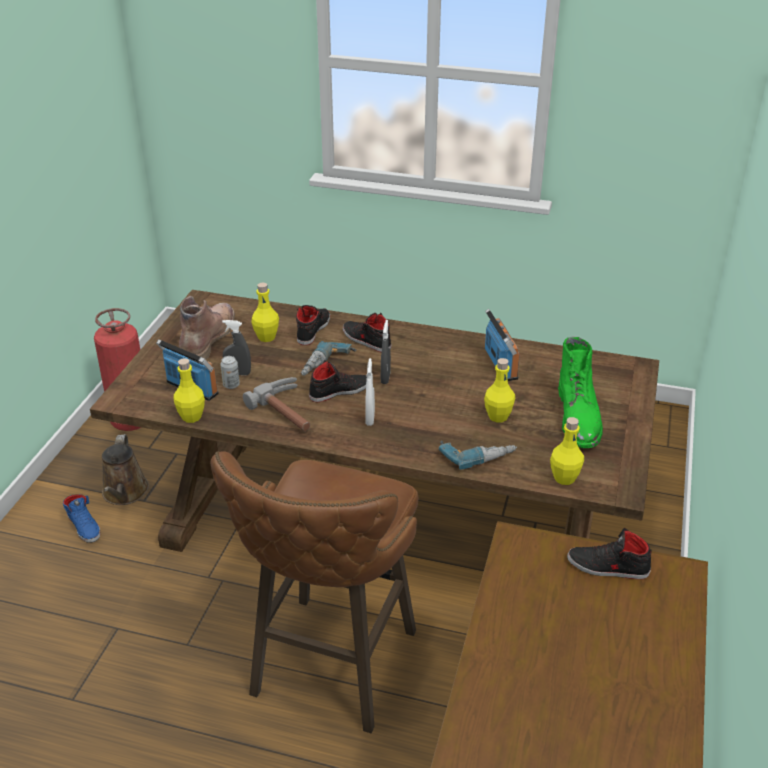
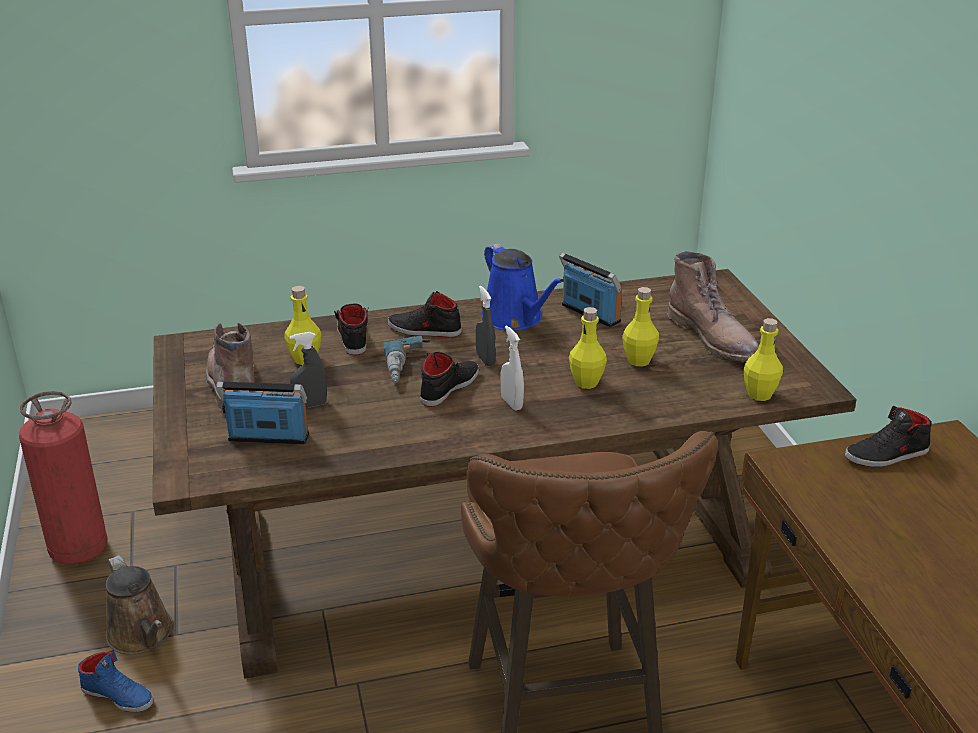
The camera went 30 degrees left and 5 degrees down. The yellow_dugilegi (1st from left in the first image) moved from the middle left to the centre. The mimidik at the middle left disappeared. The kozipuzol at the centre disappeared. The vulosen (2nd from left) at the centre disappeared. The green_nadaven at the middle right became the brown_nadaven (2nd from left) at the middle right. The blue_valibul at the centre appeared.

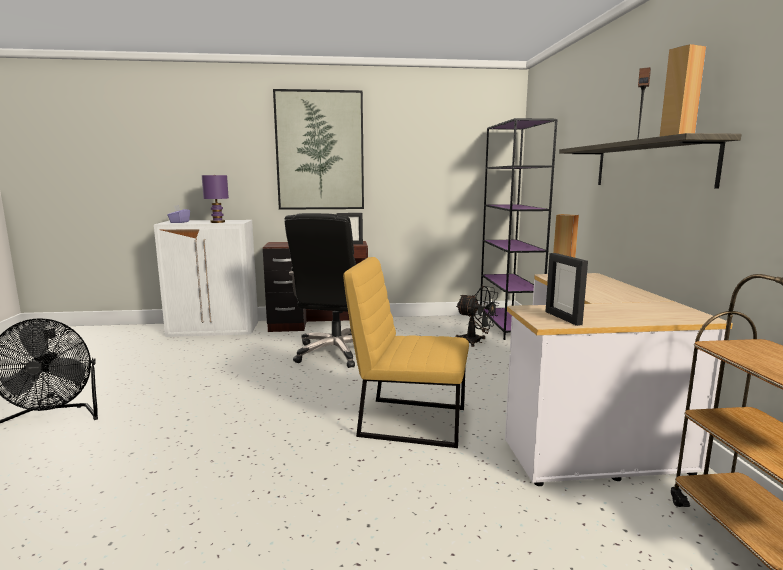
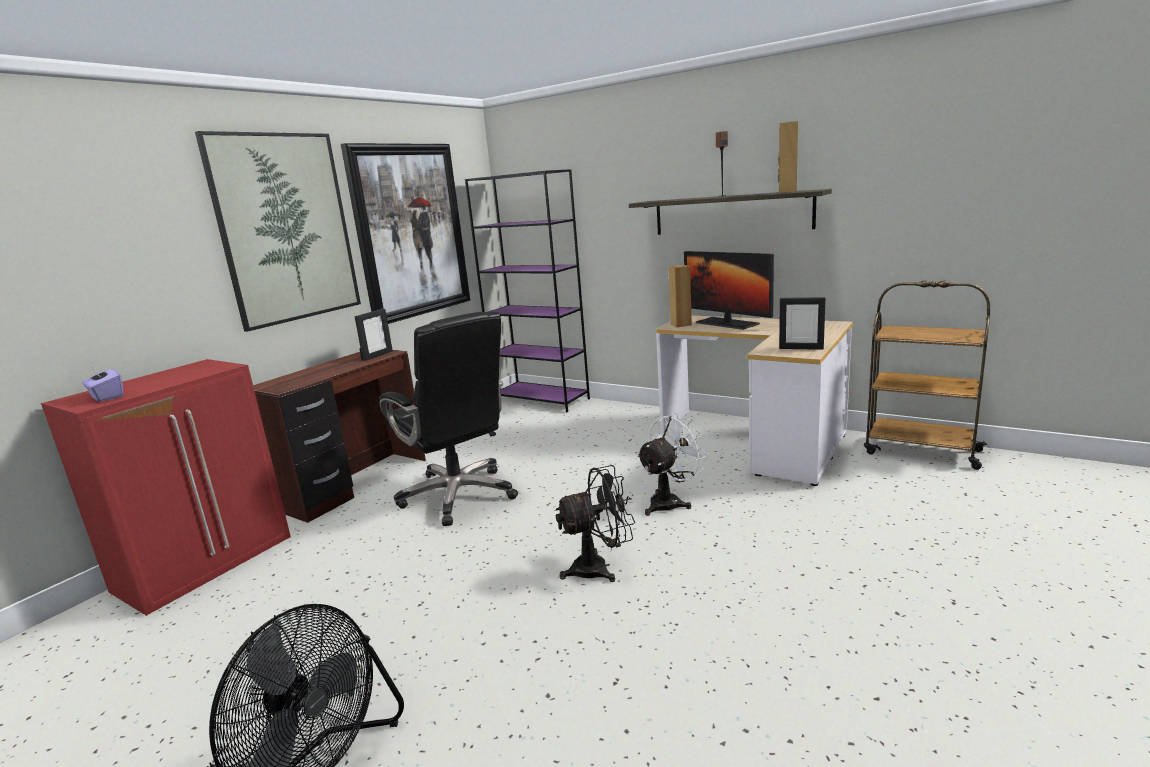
The camera went 50 degrees left and 5 degrees up. The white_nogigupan at the middle left became the red_nogigupan at the middle left. The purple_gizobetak at the middle left disappeared. The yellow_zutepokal at the centre was replaced by the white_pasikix at the centre. The black_pasikix (2nd from left) moved from the centre to the bottom centre. The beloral (2nd from left) at the top centre appeared. The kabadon at the centre appeared.

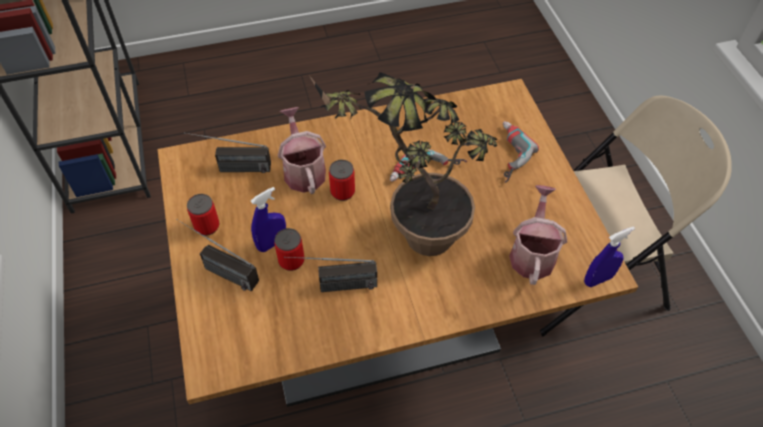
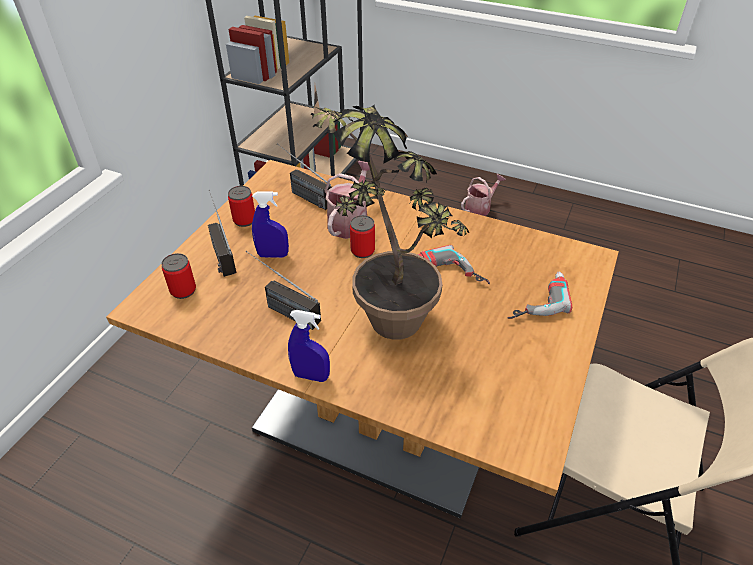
The camera went 40 degrees right and 10 degrees down. The mimidik (2nd from left in the first image) moved from the centre to the middle left. The valibul (2nd from left) moved from the middle right to the centre. The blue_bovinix (2nd from left) moved from the middle right to the centre.

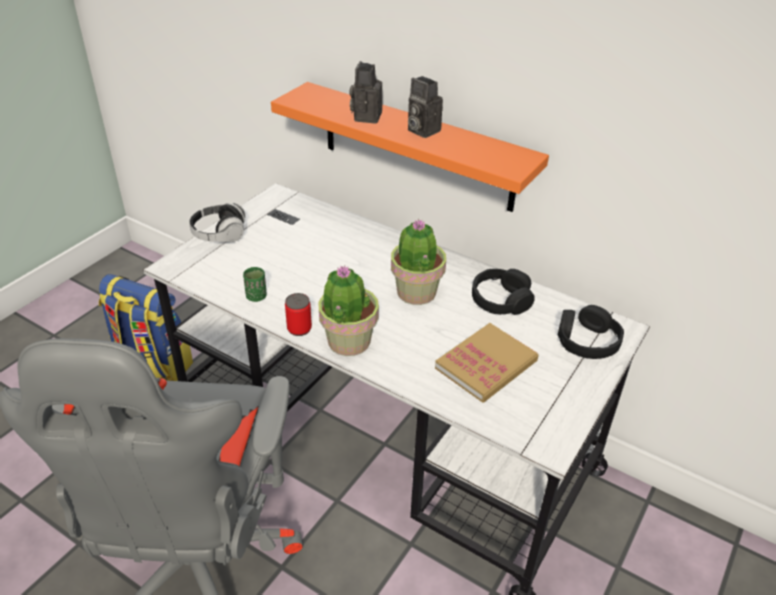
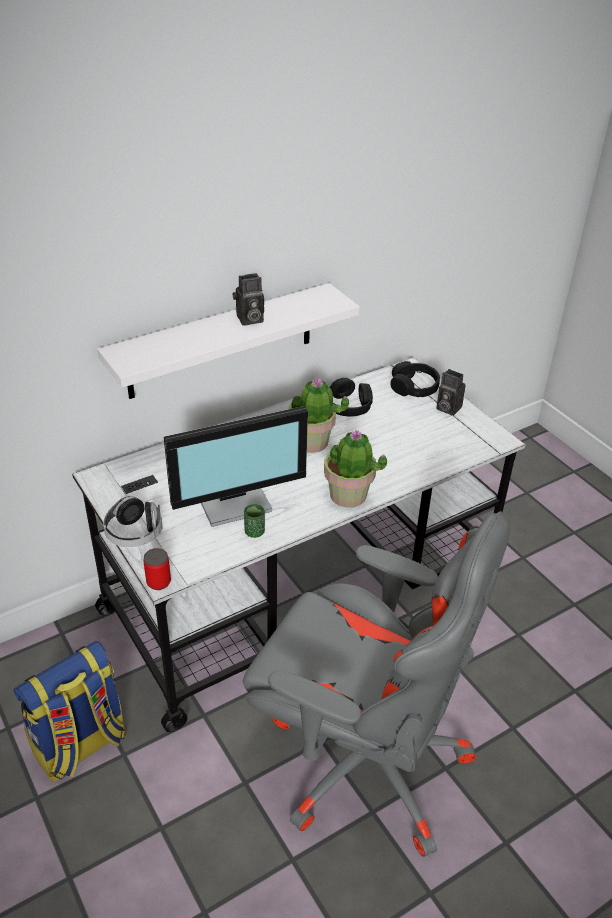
The camera went 65 degrees left and 0 degrees up. The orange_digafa at the top centre became the white_digafa at the centre. The mimidik moved from the centre to the middle left. The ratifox (1st from left in the first image) moved from the top centre to the middle right. The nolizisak at the centre disappeared. The kabadon at the centre appeared.

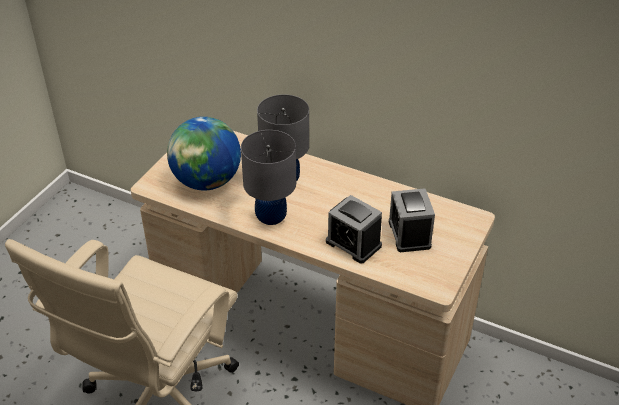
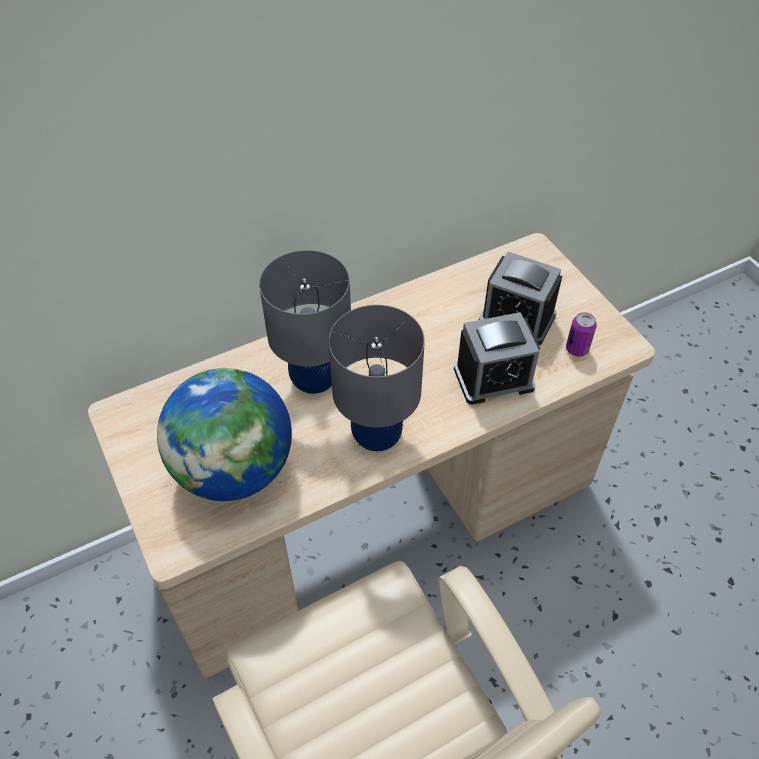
The camera went 55 degrees left and 10 degrees up. The mimidik at the middle right appeared.

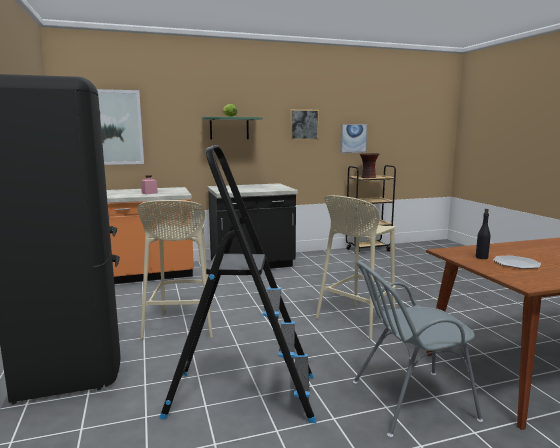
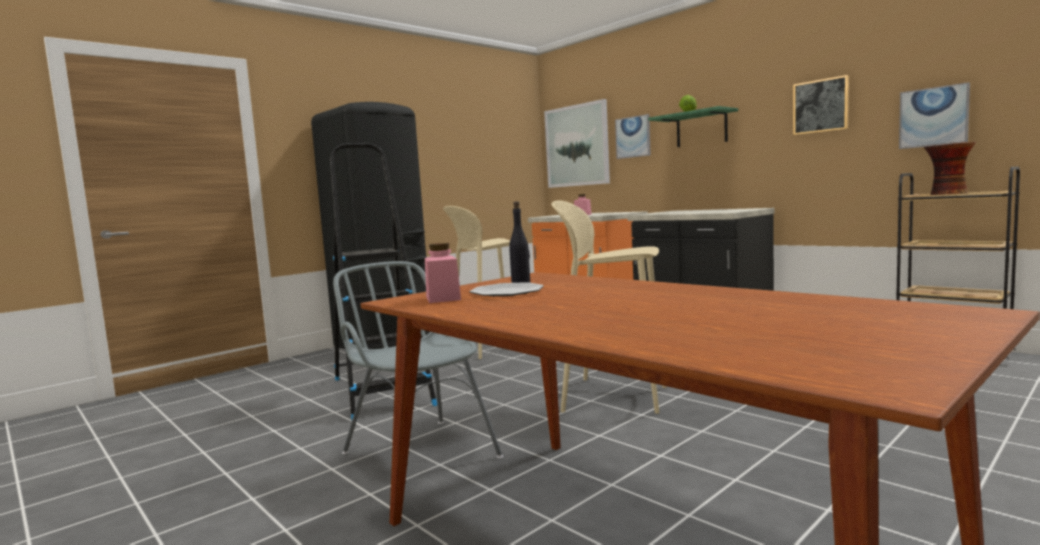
The camera went 65 degrees right and 5 degrees down. The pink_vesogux (1st from left) at the centre appeared. The beloral (2nd from left) at the top centre appeared.

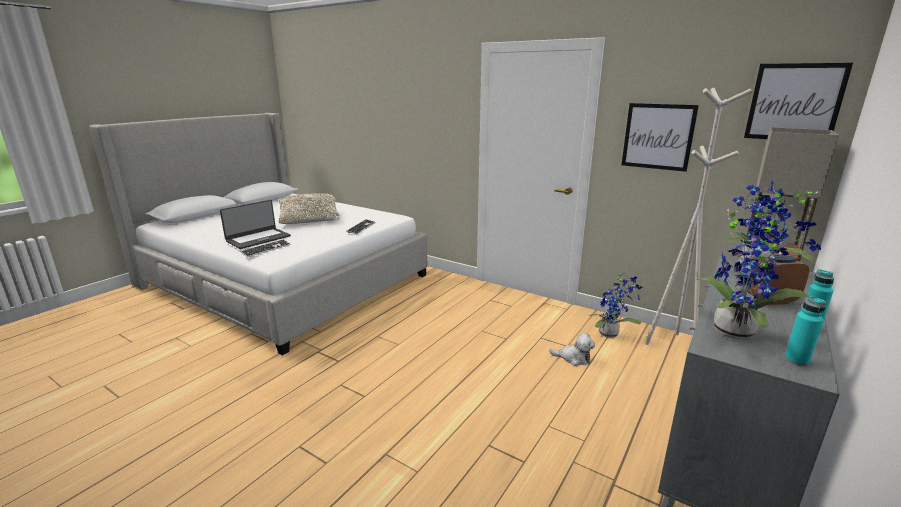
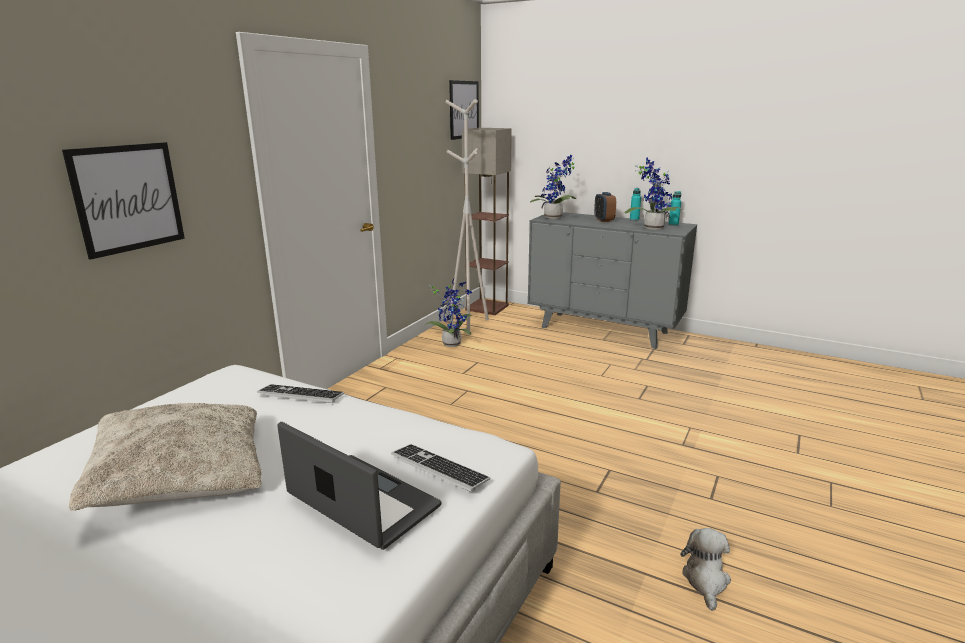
The camera went 95 degrees left and 0 degrees up. The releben moved from the bottom centre to the bottom right. The beloral (1st from left) moved from the top right to the top left.

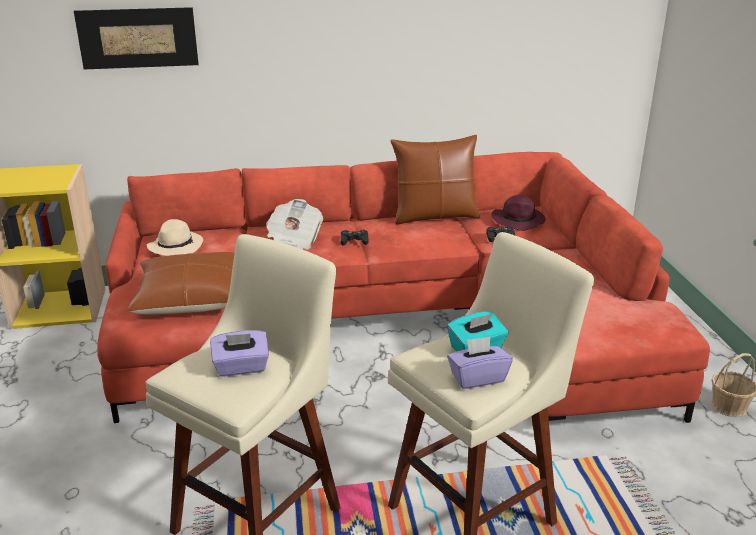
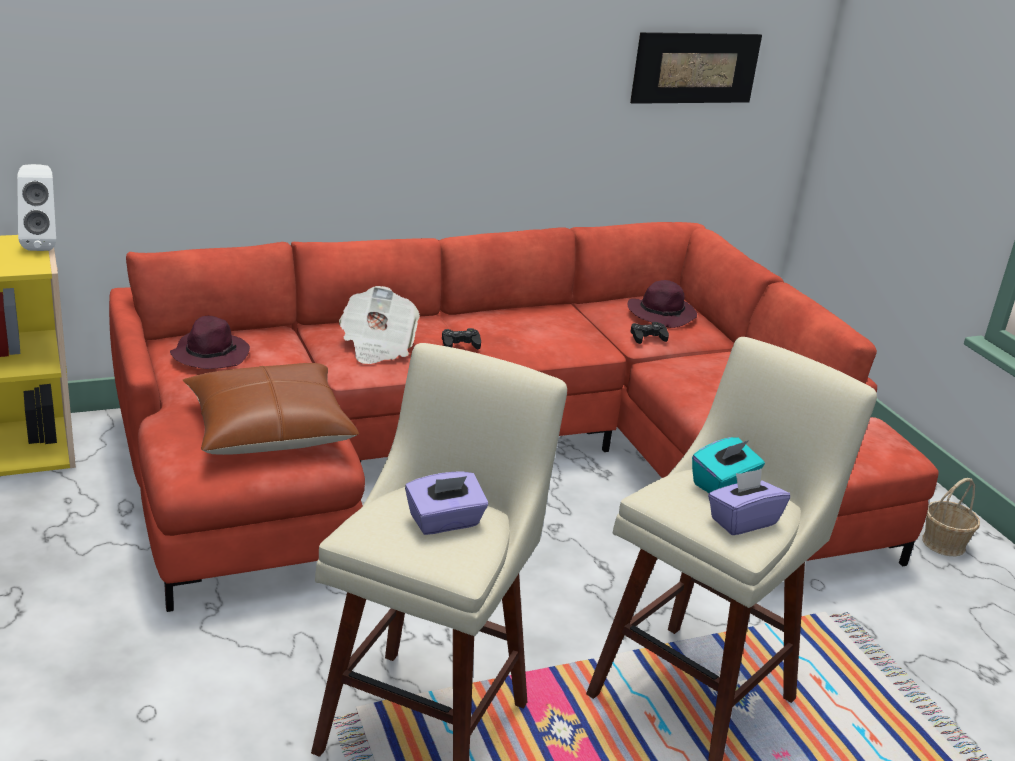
The camera went 15 degrees left and 0 degrees up. The beloral moved from the top left to the top right. The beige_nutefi at the middle left became the purple_nutefi (1st from left) at the middle left. The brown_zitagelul (2nd from left) at the centre disappeared. The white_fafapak at the top left appeared.

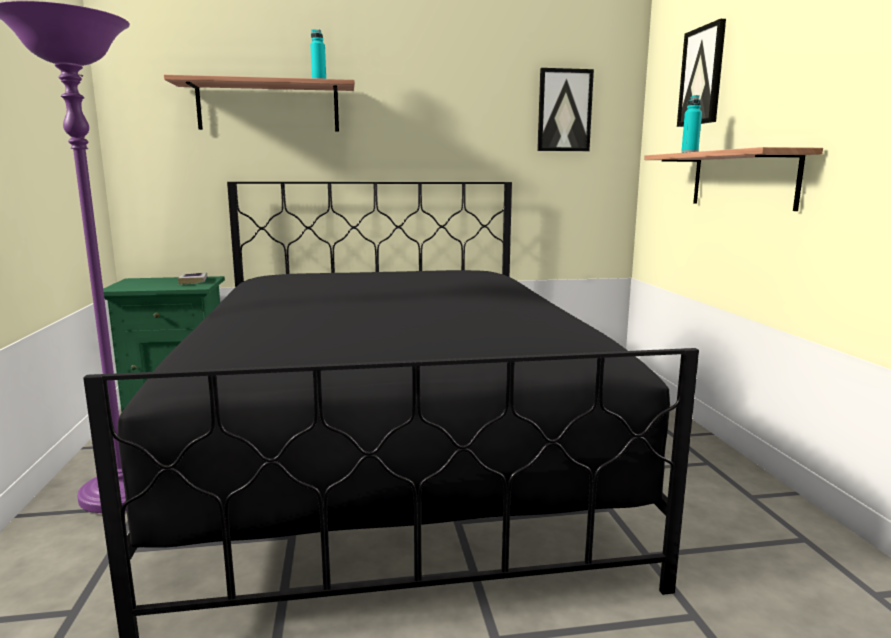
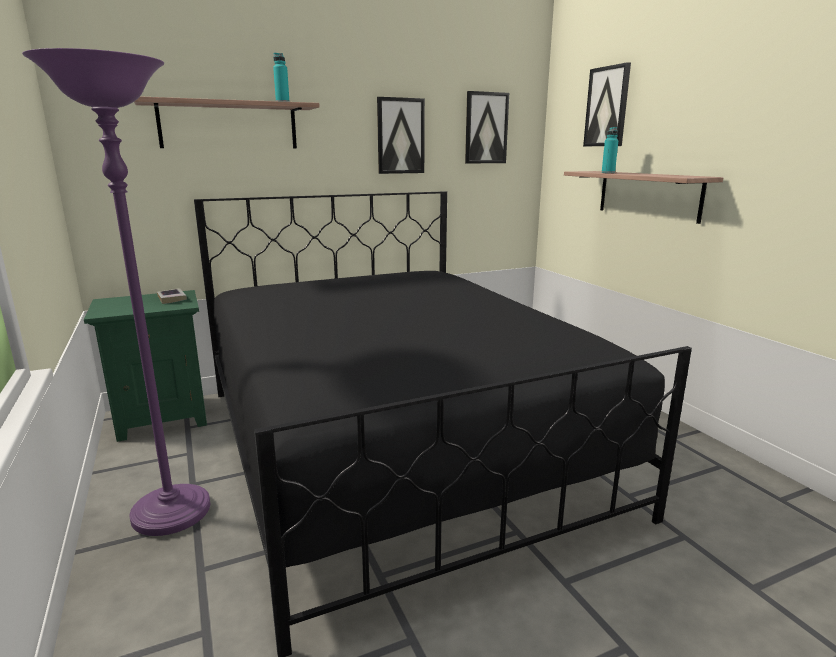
The camera went 15 degrees left and 5 degrees up. The beloral (1st from left) at the top centre appeared.

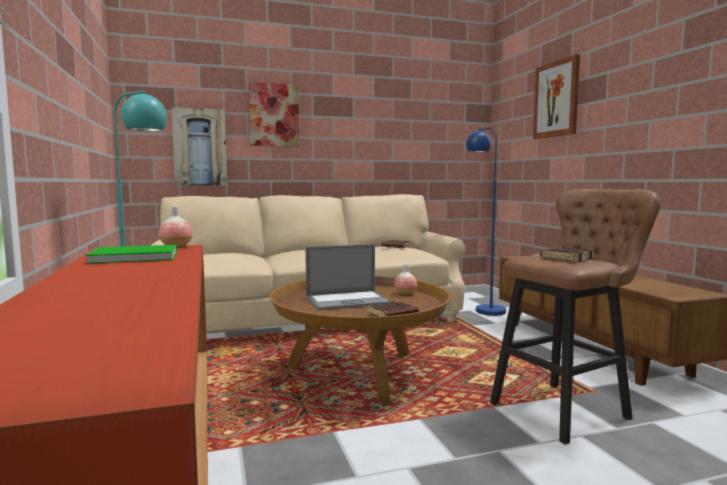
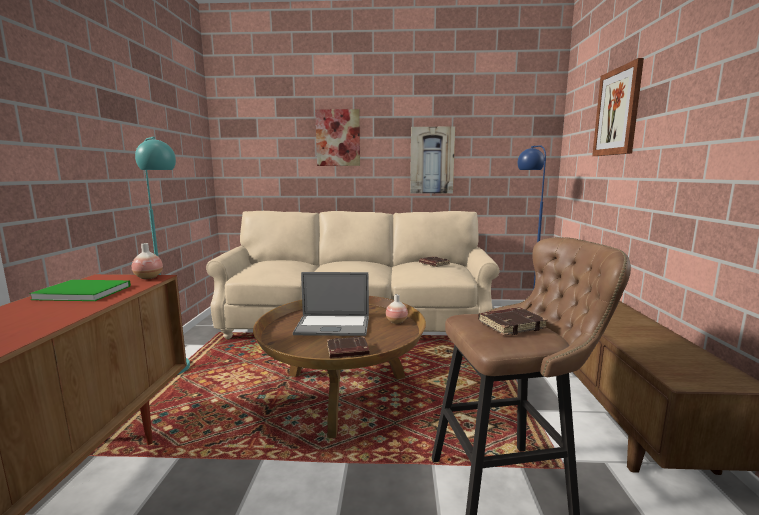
The camera went 20 degrees right and 5 degrees up. The beloral (1st from left in the first image) moved from the top left to the top centre.

